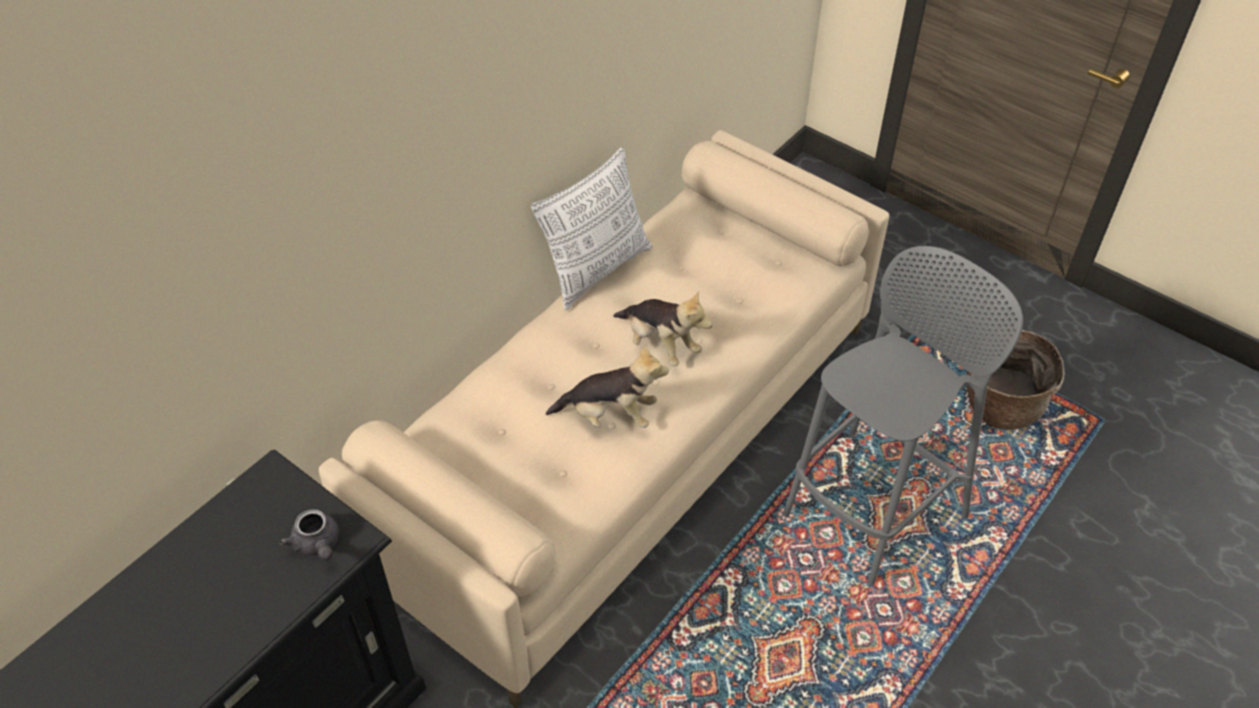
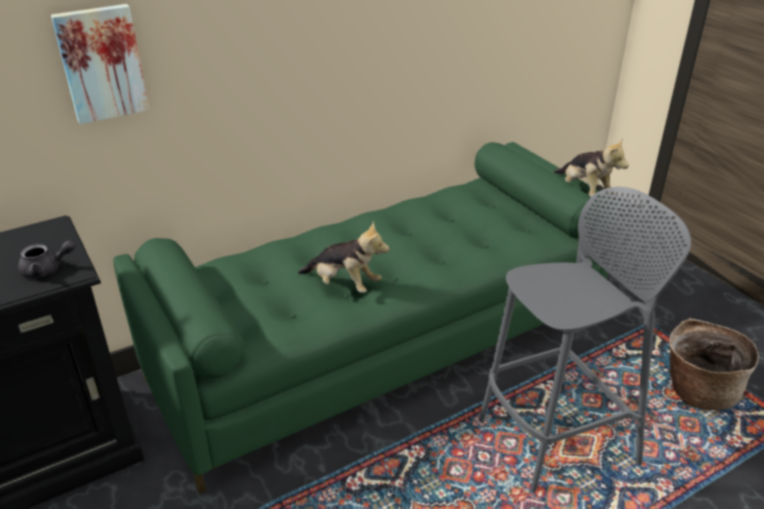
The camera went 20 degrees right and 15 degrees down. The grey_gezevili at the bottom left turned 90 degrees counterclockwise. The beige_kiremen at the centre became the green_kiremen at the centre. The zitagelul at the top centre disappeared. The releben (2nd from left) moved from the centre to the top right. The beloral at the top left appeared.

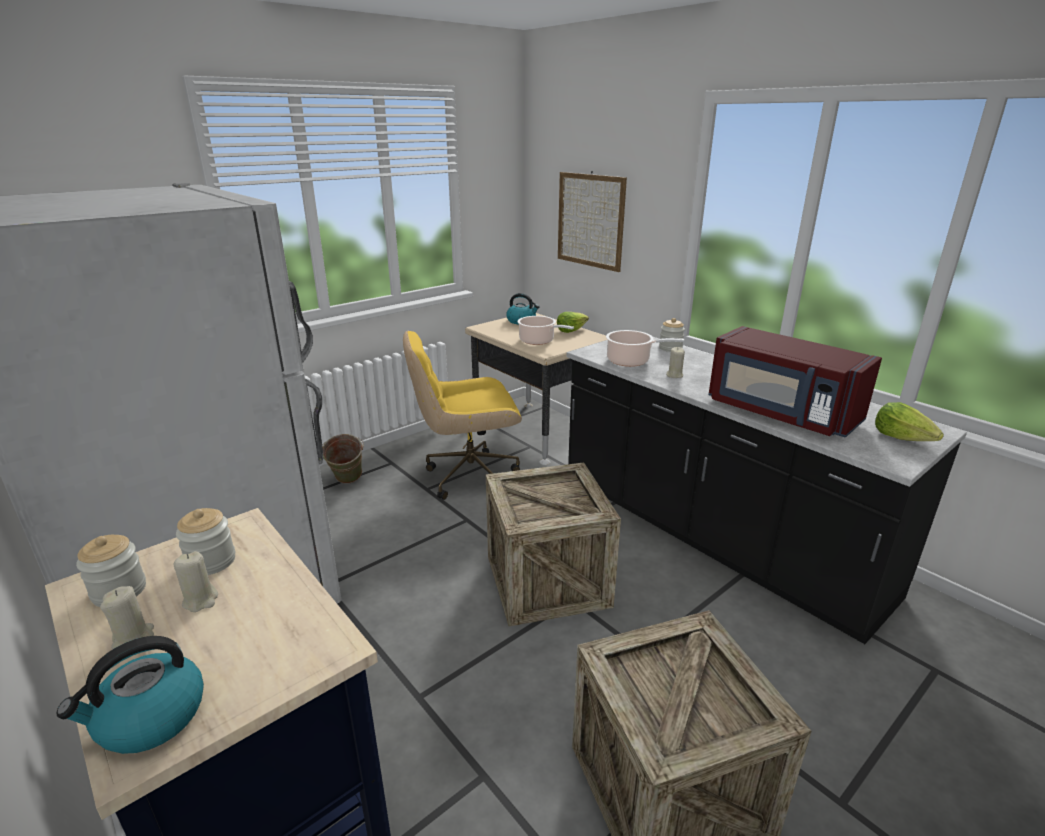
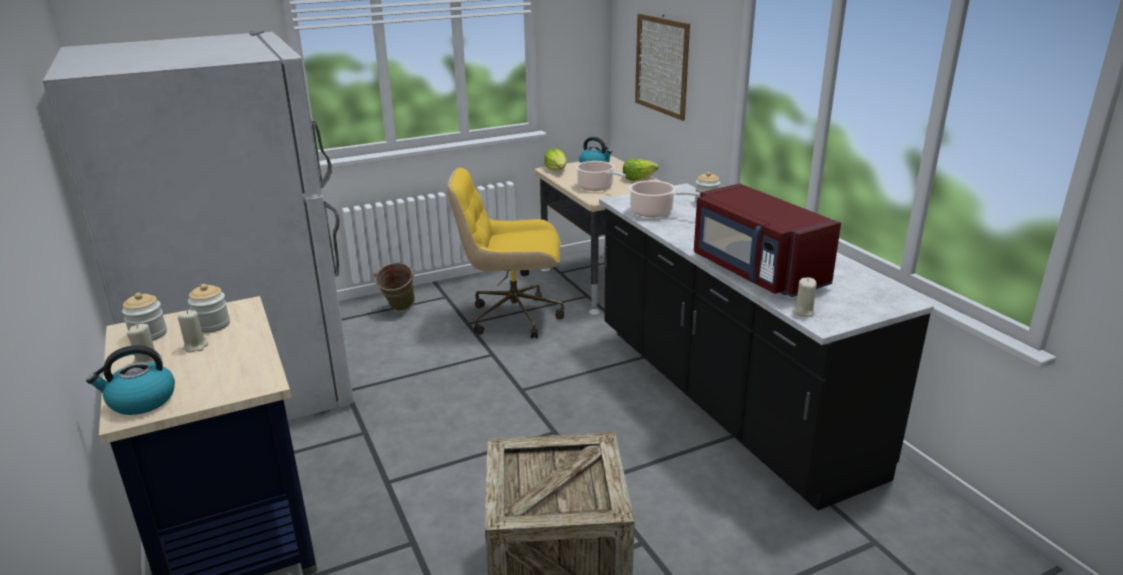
The camera went 15 degrees right and 0 degrees up. The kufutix (1st from left) at the centre disappeared. The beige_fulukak (3rd from left) moved from the centre to the middle right. The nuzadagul (2nd from left in the first image) moved from the middle right to the top centre.

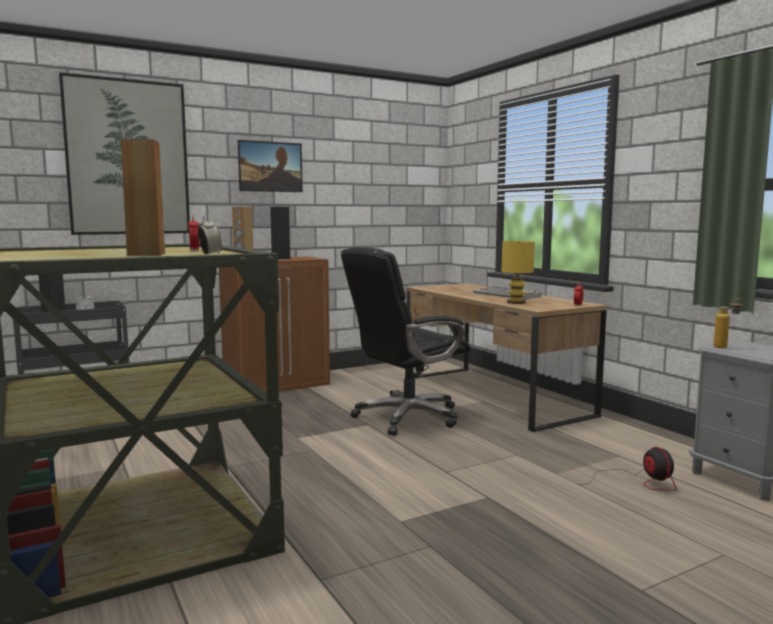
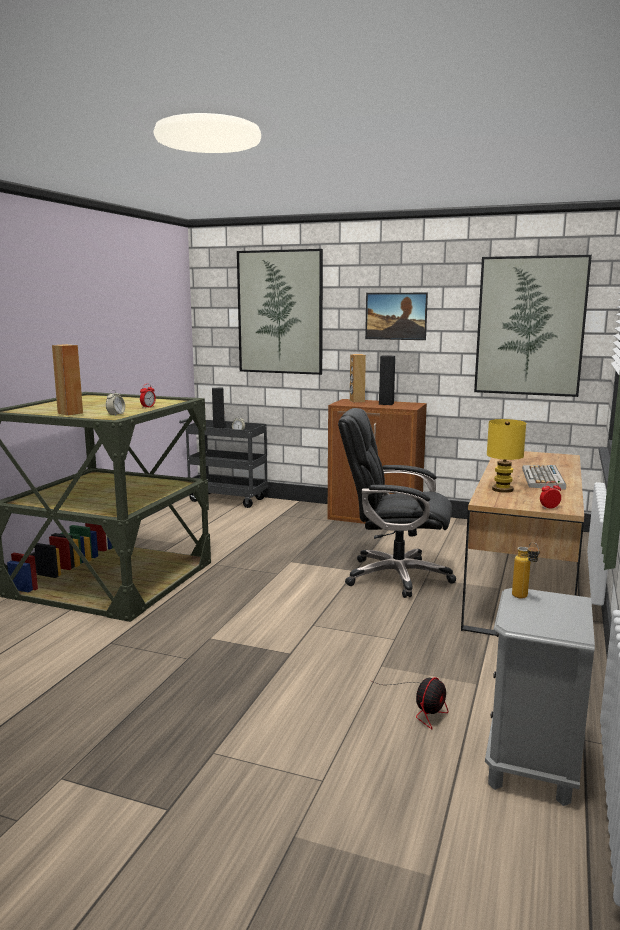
The camera went 50 degrees right and 5 degrees up. The beloral (3rd from left) at the middle right appeared.

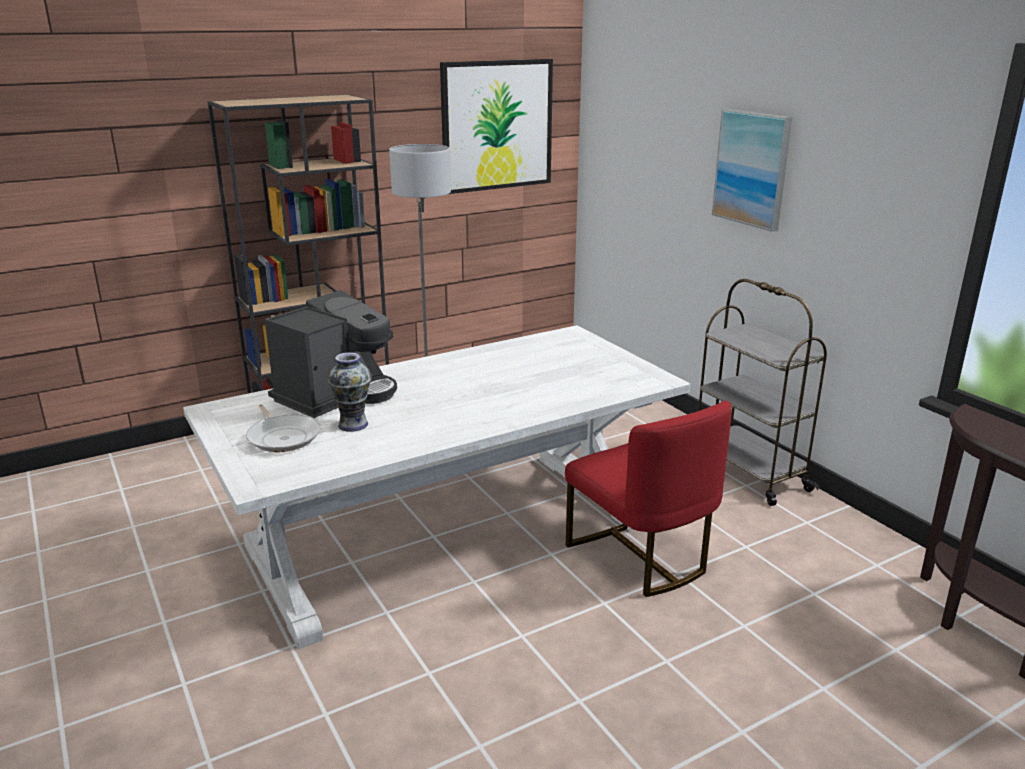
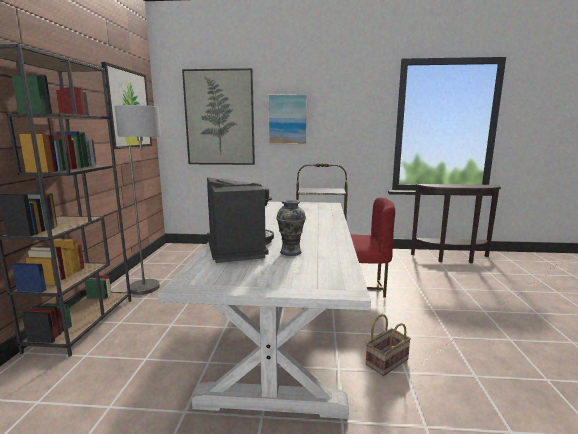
The camera went 55 degrees left and 10 degrees down. The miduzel at the middle left disappeared. The beloral (2nd from left) at the top centre appeared. The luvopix at the bottom right appeared.

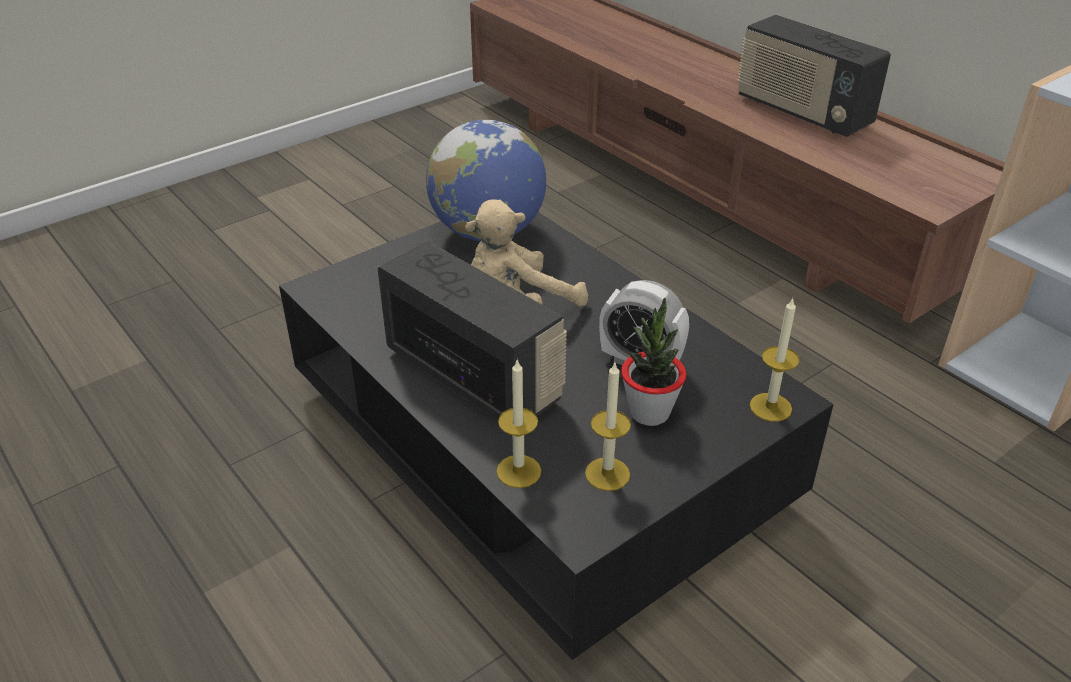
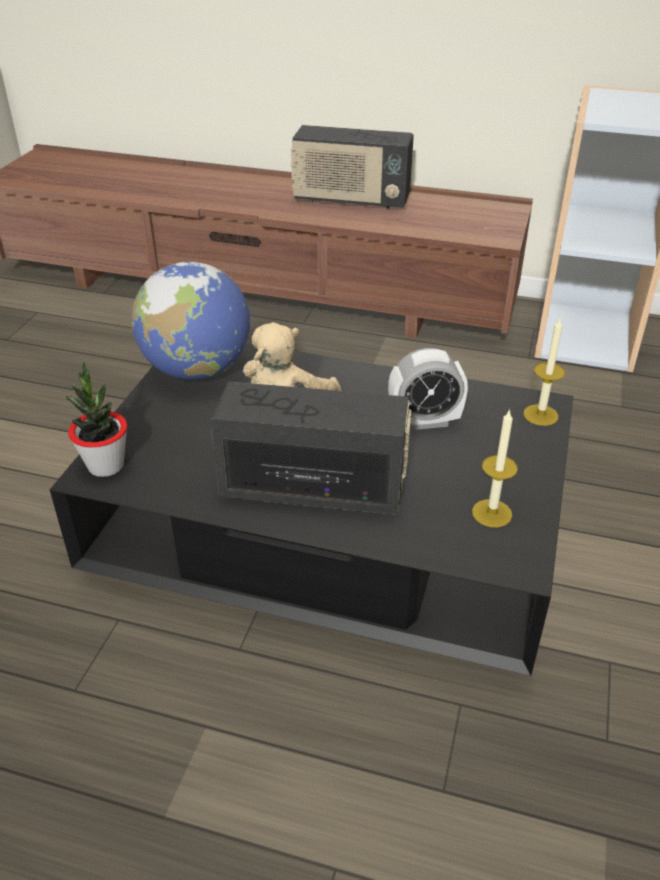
The camera went 35 degrees left and 0 degrees up. The fulukak (1st from left) at the centre disappeared. The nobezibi moved from the centre to the middle left.

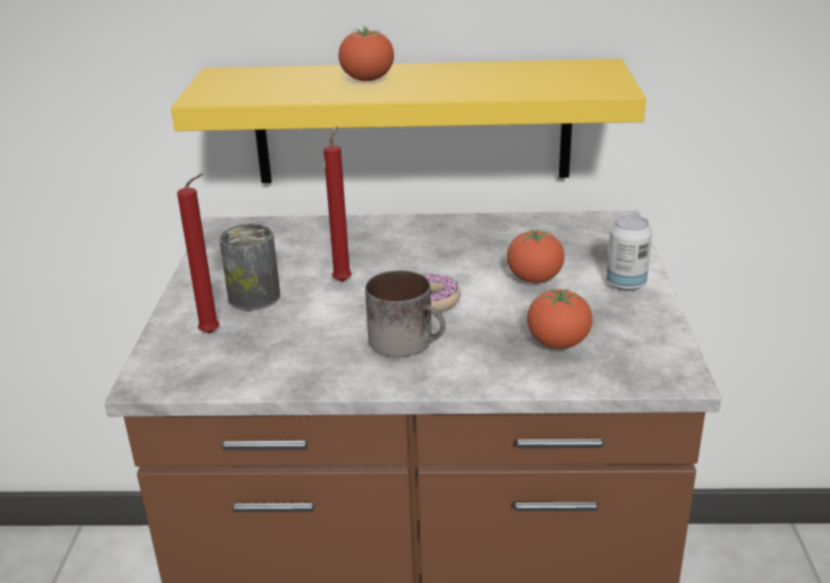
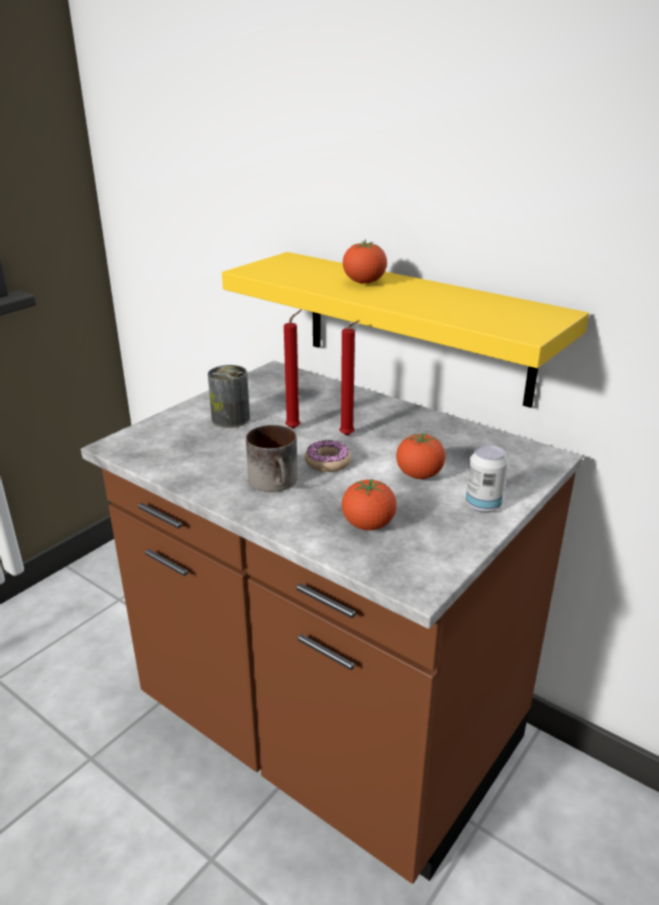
The camera went 35 degrees right and 0 degrees up. The red_fulukak (1st from left in the first image) moved from the middle left to the centre.

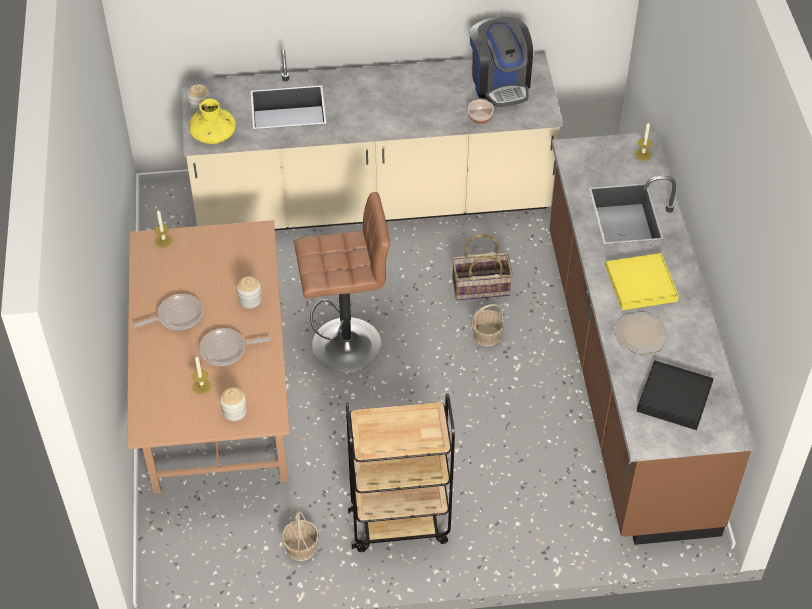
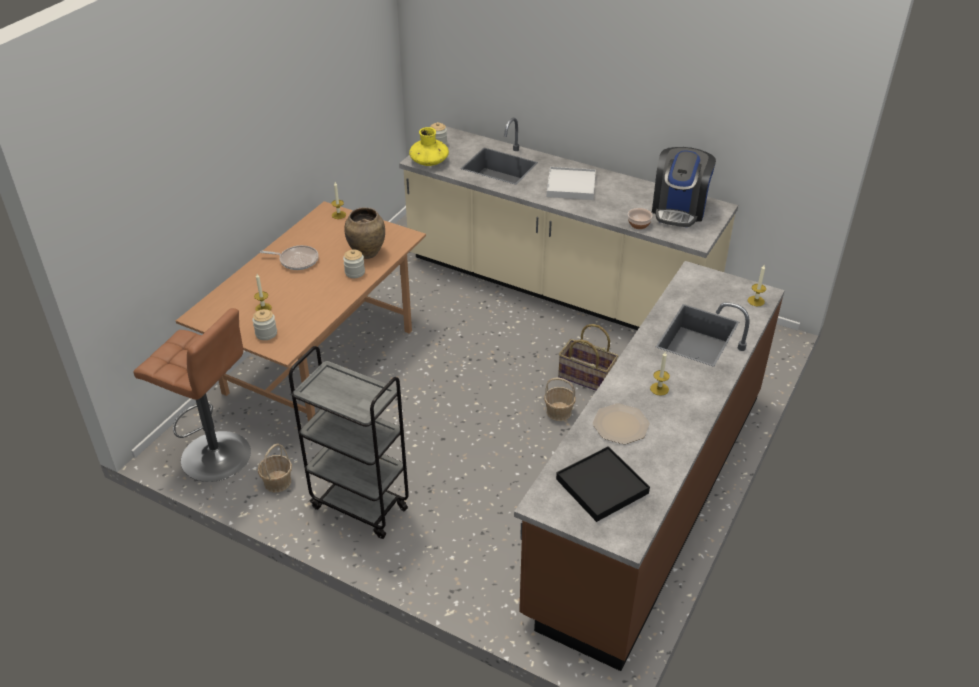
The camera went 35 degrees right and 10 degrees down. The miduzel (2nd from left) at the middle left disappeared. The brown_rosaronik moved from the centre to the middle left. The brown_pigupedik at the bottom centre became the grey_pigupedik at the centre. The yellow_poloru at the middle right was replaced by the fulukak (3rd from left) at the middle right. The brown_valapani at the centre appeared. The white_poloru at the top centre appeared.

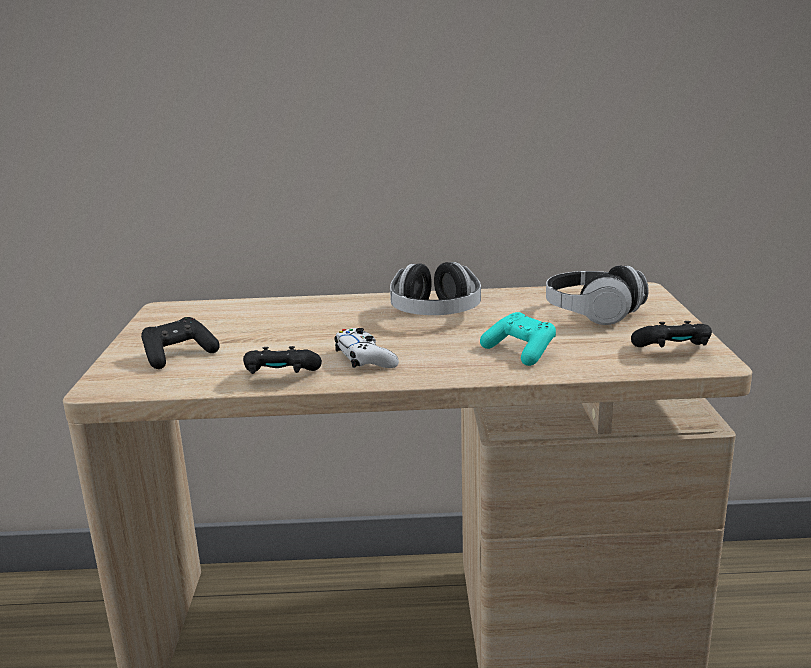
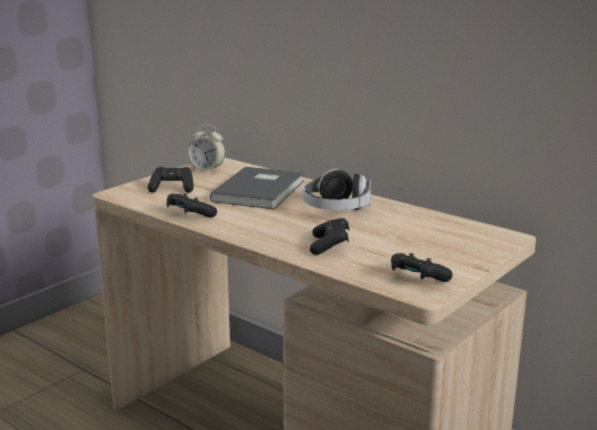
The camera went 40 degrees right and 0 degrees up. The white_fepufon at the centre disappeared. The turquoise_fepufon at the centre became the black_fepufon (3rd from left) at the centre. The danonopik (2nd from left) at the middle right disappeared. The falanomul at the centre appeared. The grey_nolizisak at the centre appeared.

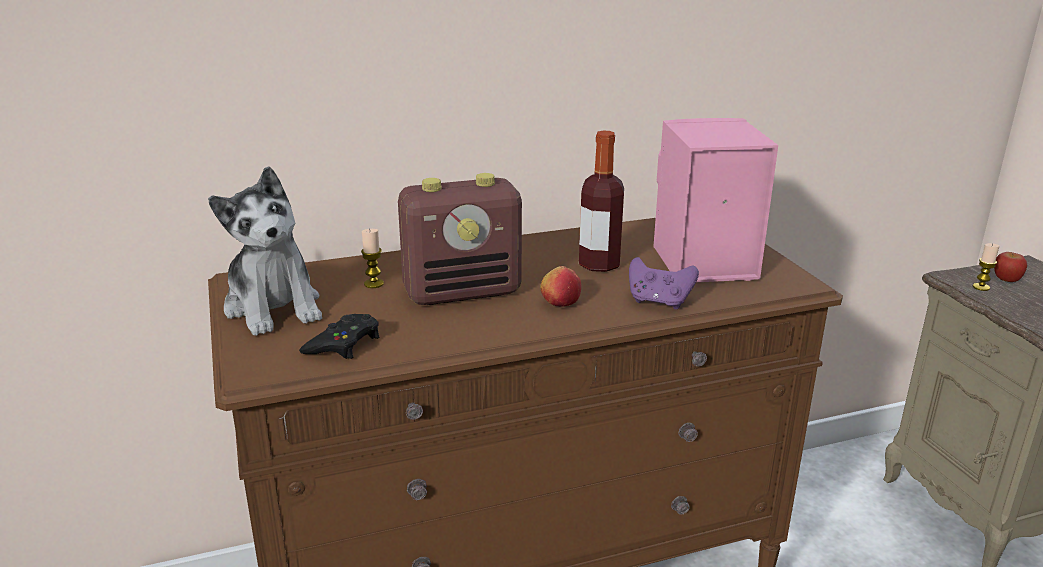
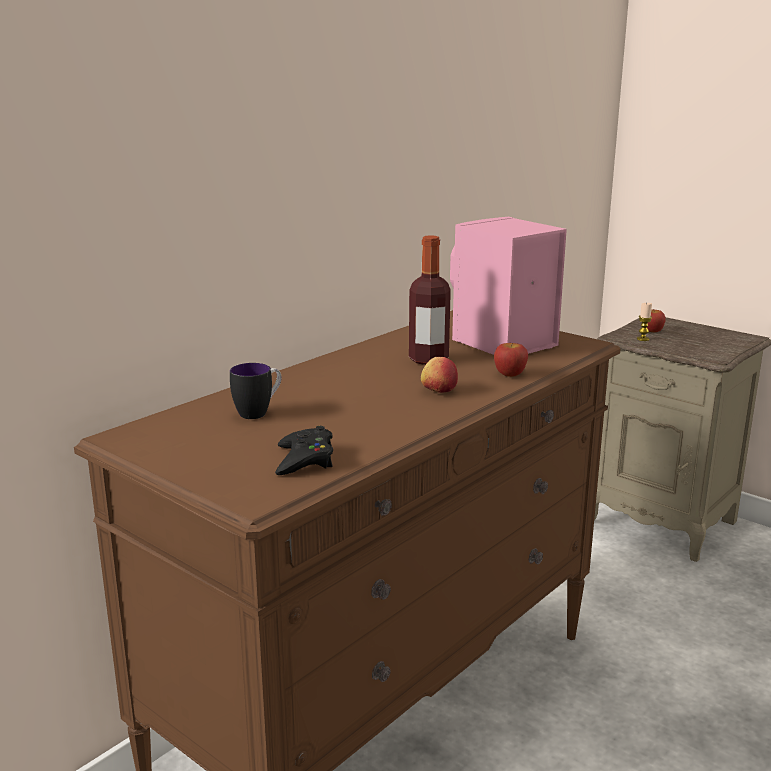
The camera went 30 degrees left and 5 degrees down. The releben at the middle left disappeared. The fulukak (1st from left) at the centre was replaced by the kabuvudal at the middle left. The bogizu at the centre disappeared. The purple_fepufon at the centre was replaced by the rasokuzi (2nd from left) at the centre.

